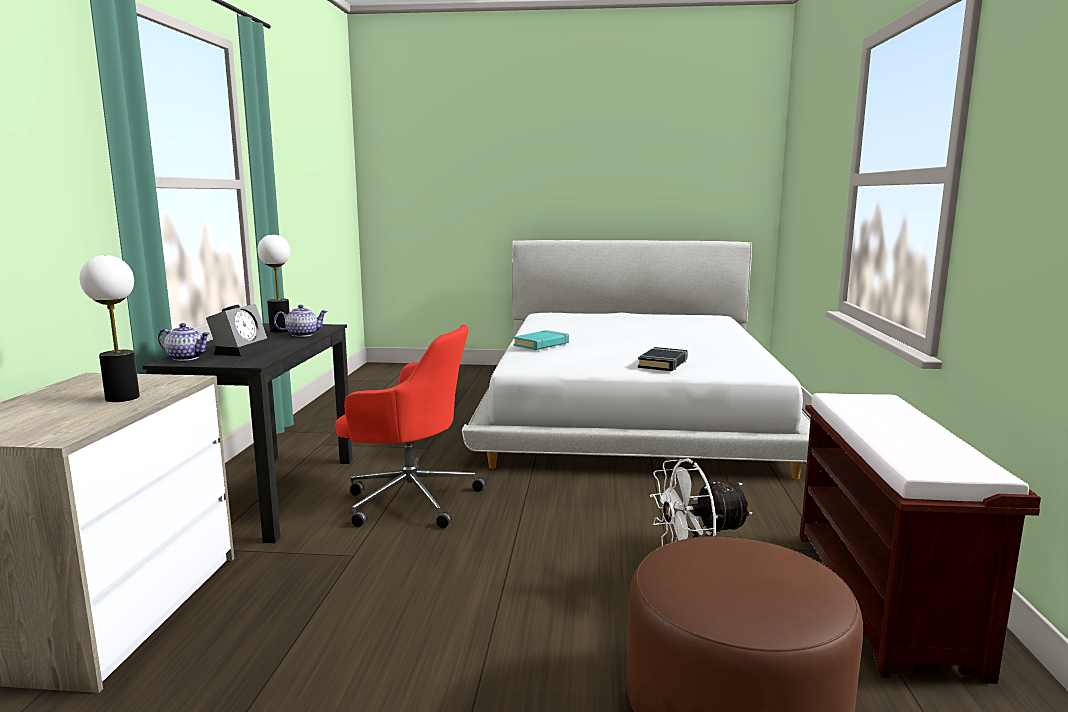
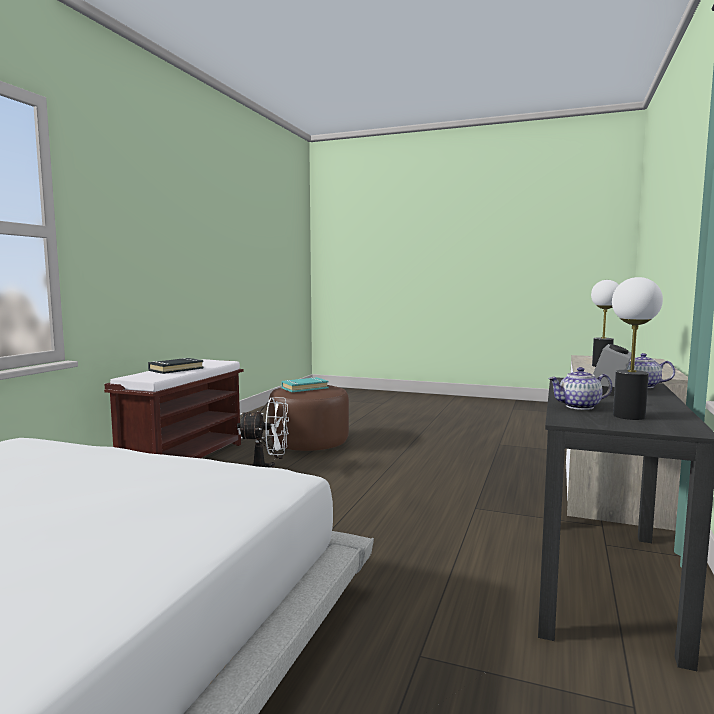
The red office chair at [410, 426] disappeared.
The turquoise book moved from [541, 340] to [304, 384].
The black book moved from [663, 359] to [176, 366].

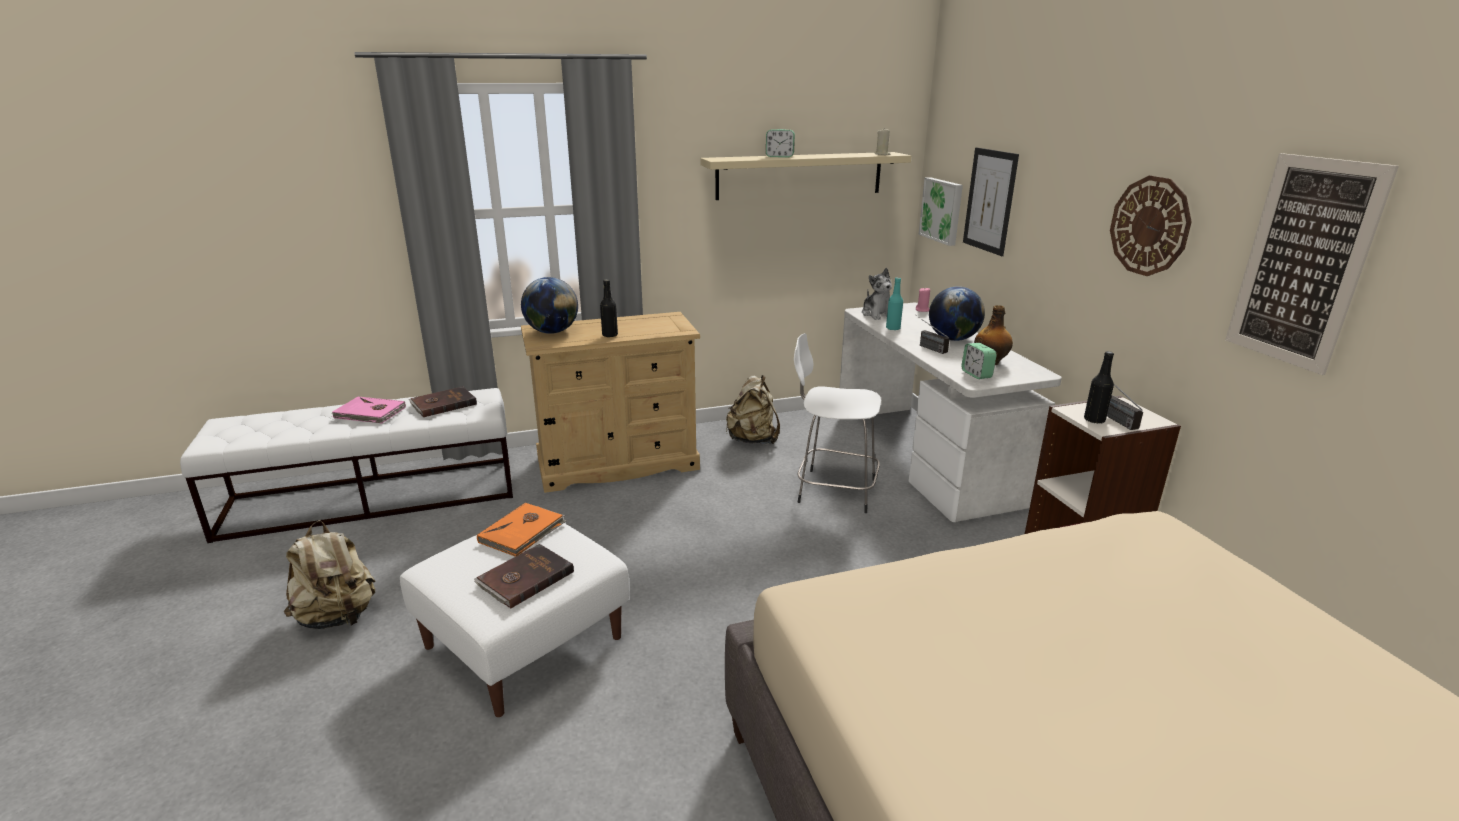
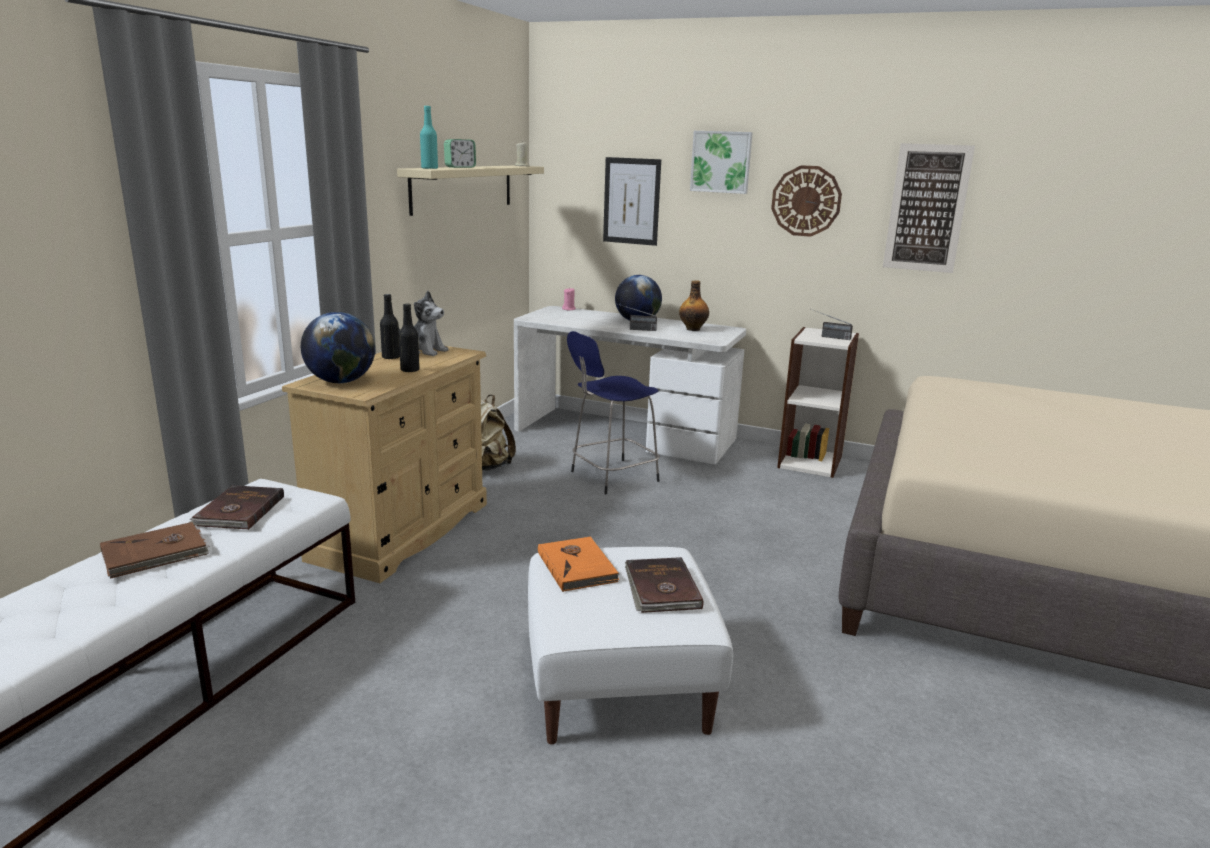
The beige backpack at [329, 574] disappeared.
The alarm clock at [979, 361] disappeared.
The plush toy moved from [877, 294] to [424, 323].
The turquoise bottle moved from [894, 303] to [429, 137].
The picture moved from [941, 211] to [721, 162].
The black bottle moved from [1099, 387] to [390, 326].
The pink book at [369, 410] became the brown book at [154, 550].
The white stool at [837, 423] became the blue stool at [613, 412].

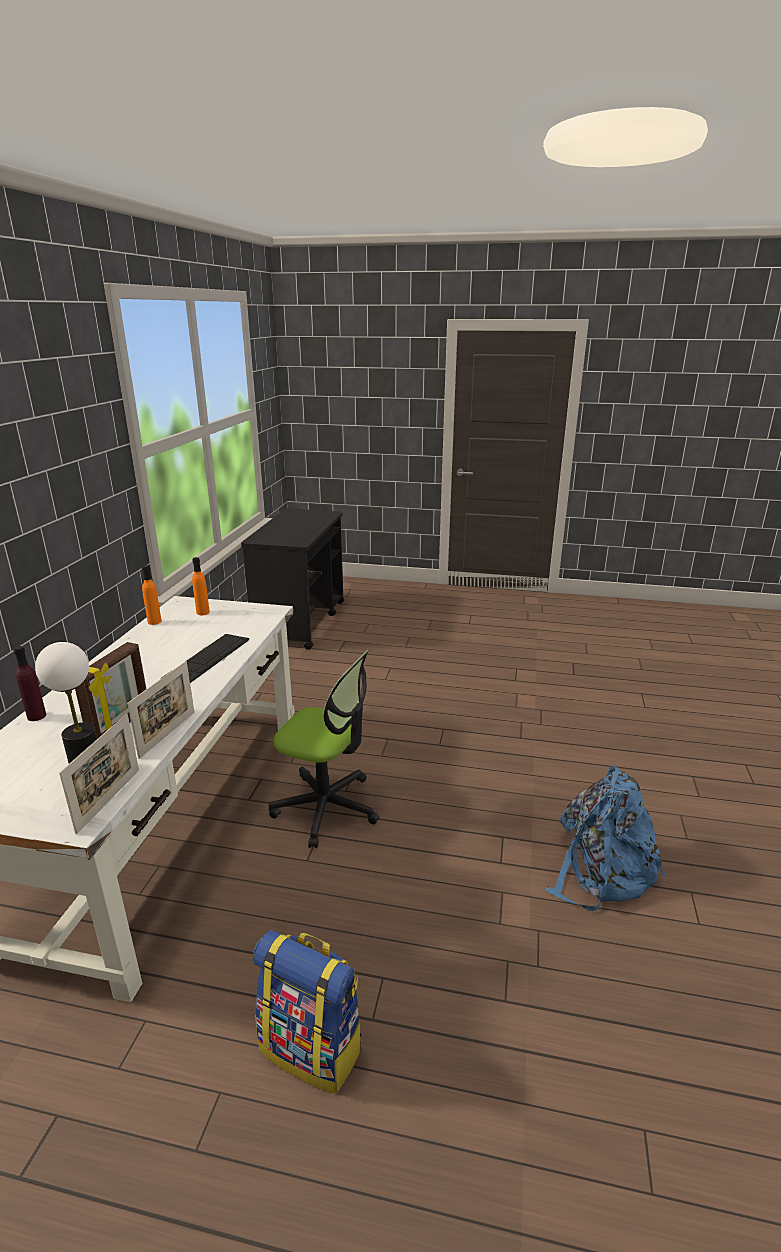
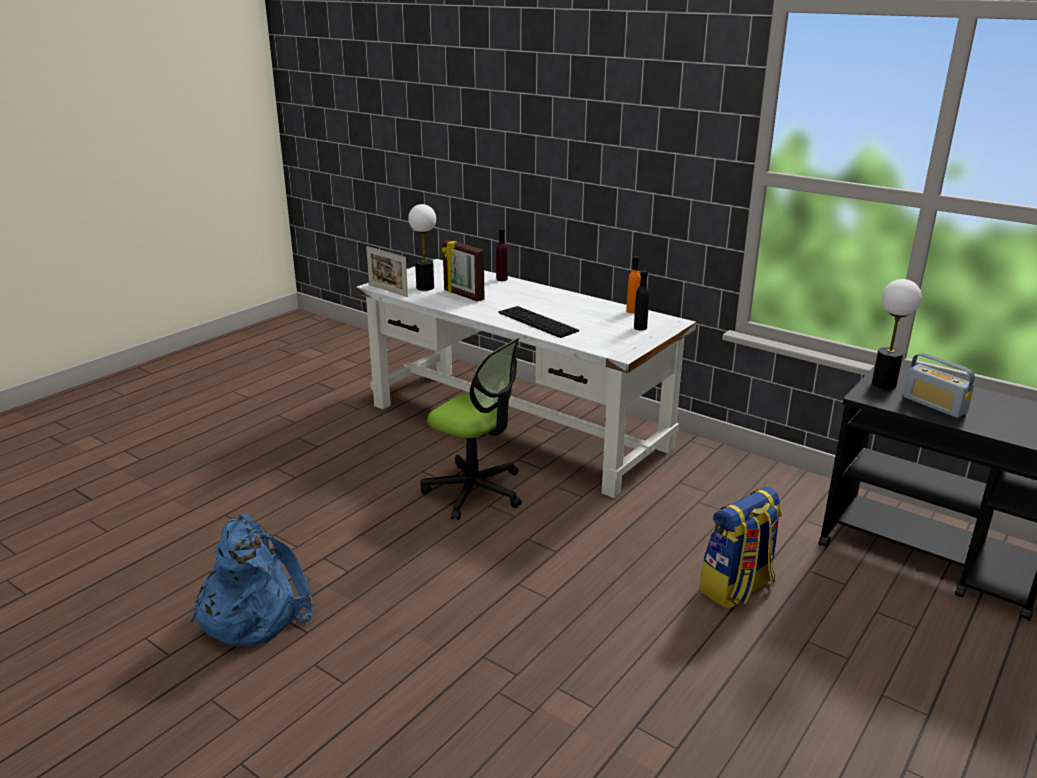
The picture frame at [160, 710] disappeared.
The table lamp at [897, 334] appeared.
The radio at [939, 385] appeared.
The backpack moved from [307, 1012] to [740, 548].
The orange bottle at [201, 586] became the black bottle at [641, 301].
The office chair at [324, 749] turned 105 degrees counterclockwise.

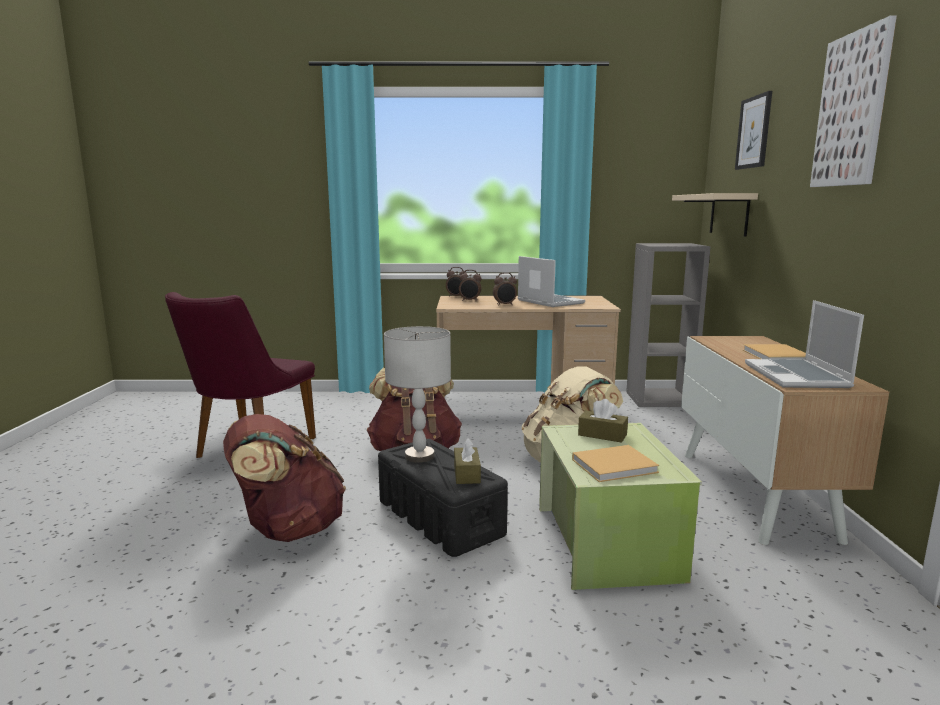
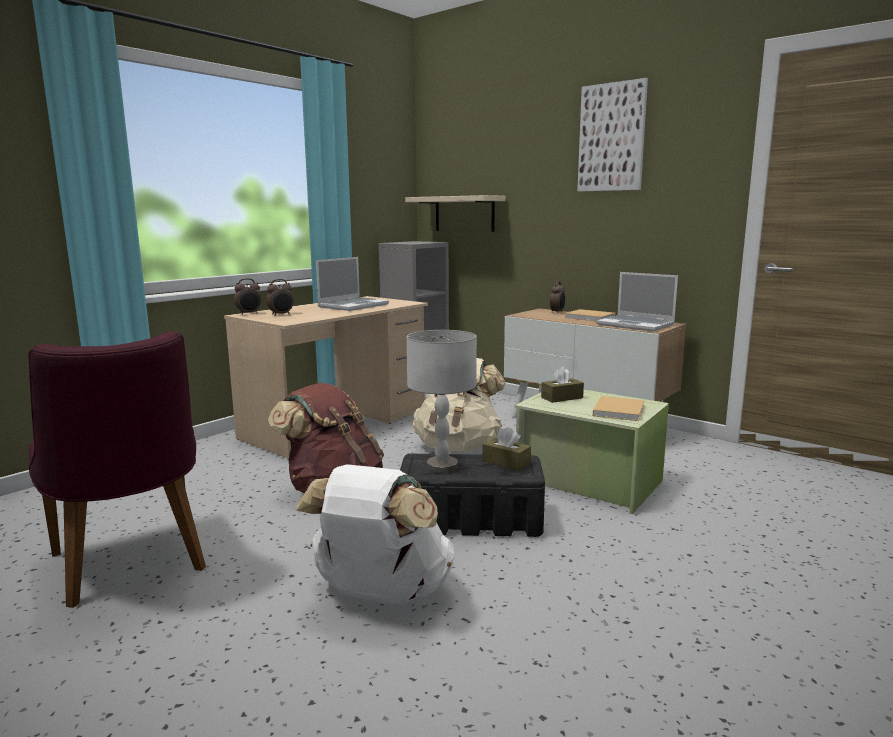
The picture at [753, 130] disappeared.
The alarm clock moved from [505, 289] to [557, 297].
The brown backpack at [284, 478] became the white backpack at [375, 534].
The laptop at [551, 281] turned 120 degrees clockwise.

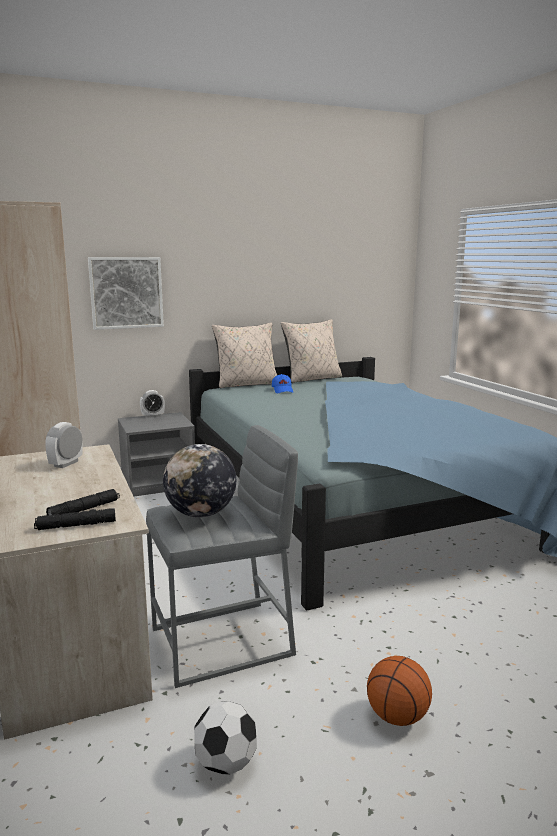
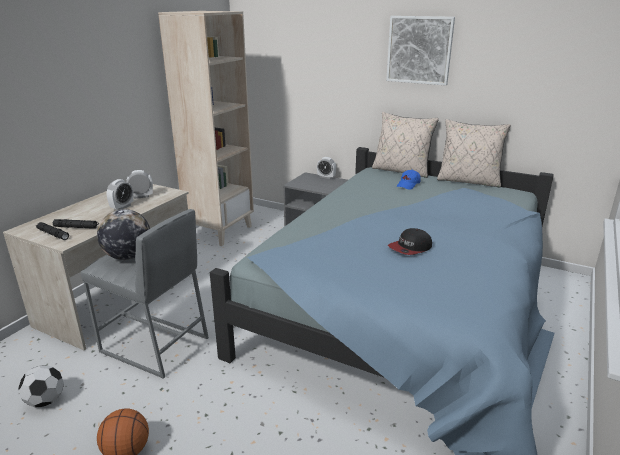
The alarm clock at [120, 194] appeared.
The cap at [410, 241] appeared.
The picture moved from [126, 293] to [420, 51].

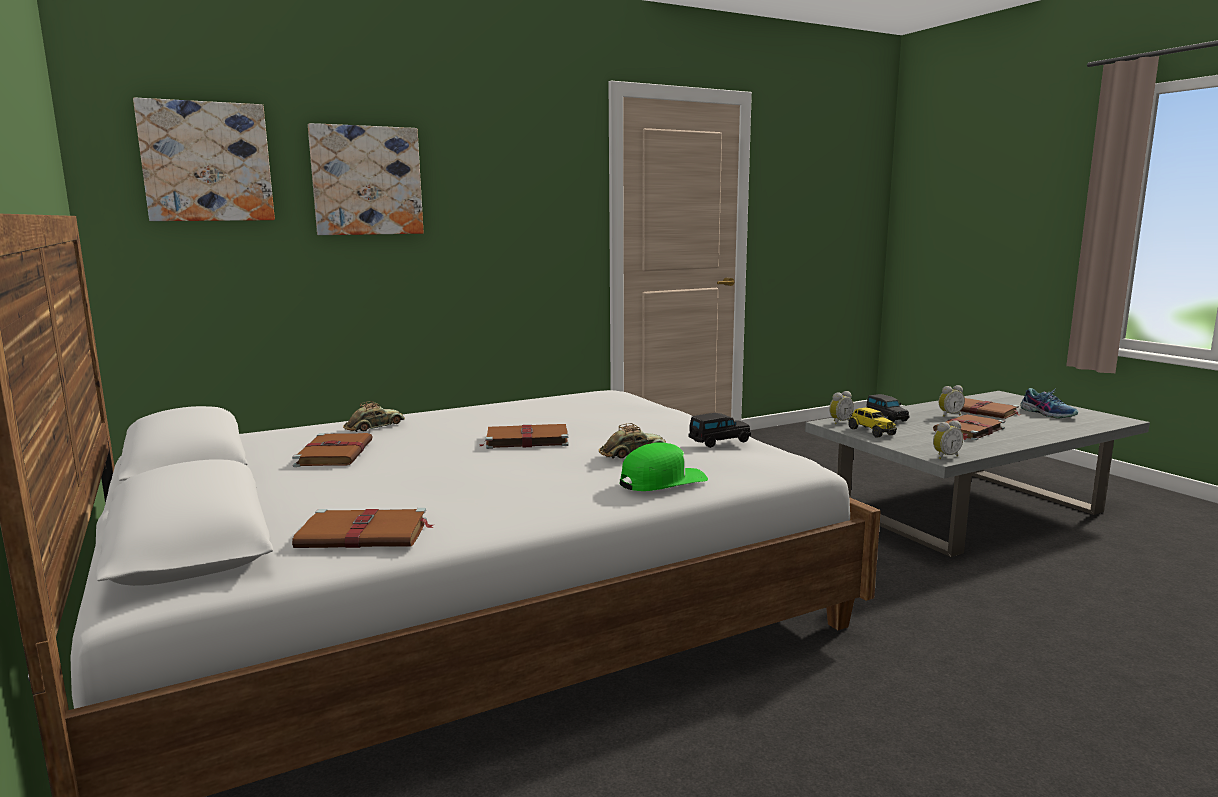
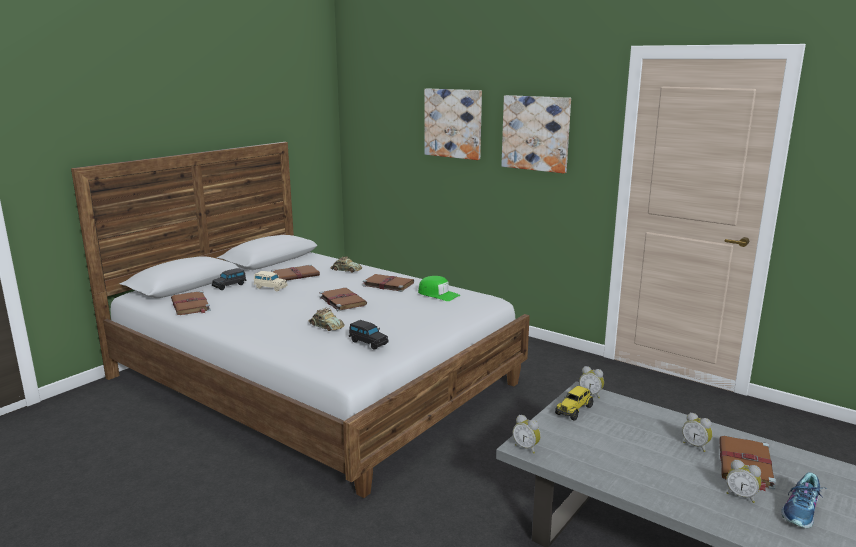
The beige toy car at [271, 281] appeared.
The alarm clock at [743, 481] appeared.
The picture moved from [204, 159] to [536, 134].
The green cap moved from [663, 466] to [439, 288].
The black toy car moved from [888, 408] to [229, 279].
The brown book moved from [969, 427] to [388, 283].

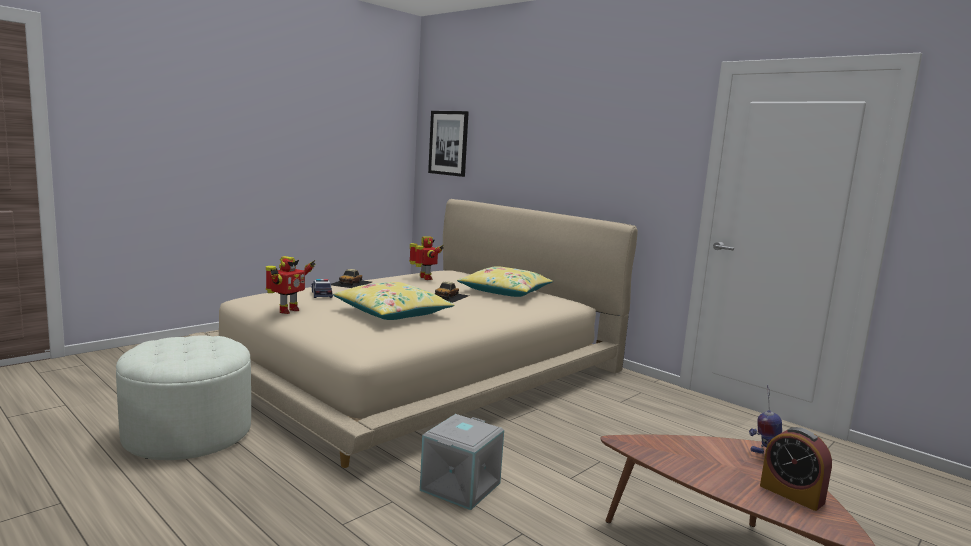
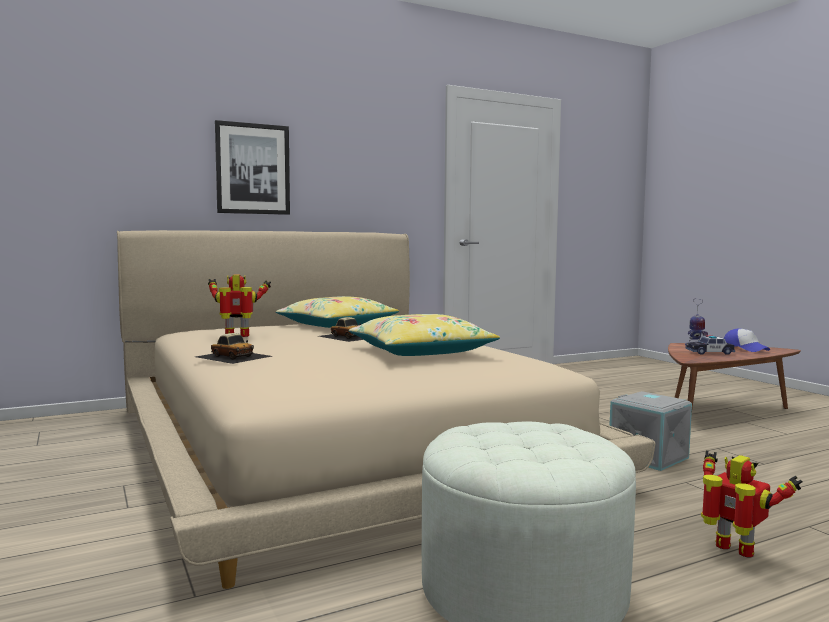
The toy robot moved from [291, 285] to [752, 504].
The toy car moved from [322, 288] to [710, 345].
The picture moved from [448, 144] to [252, 167].
The alarm clock at [796, 469] was replaced by the cap at [747, 340].

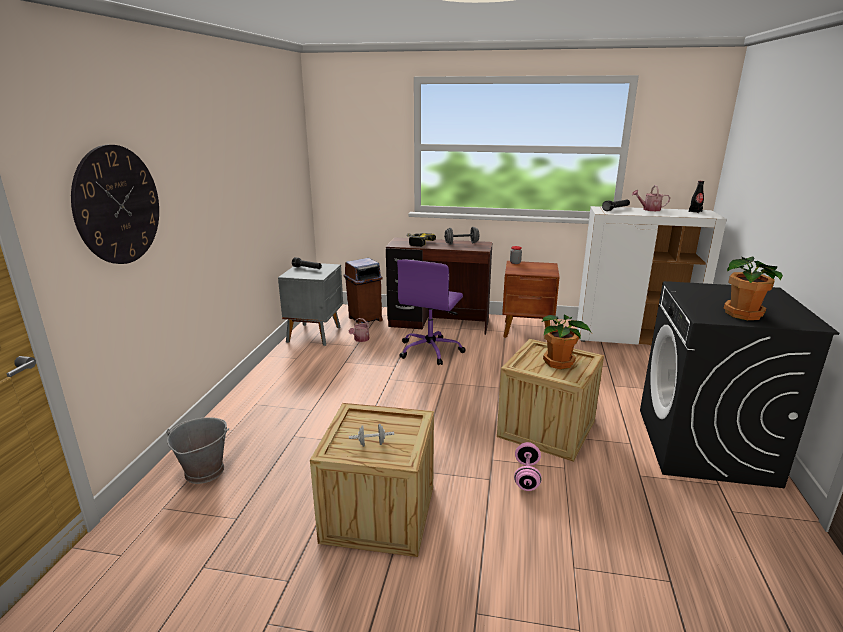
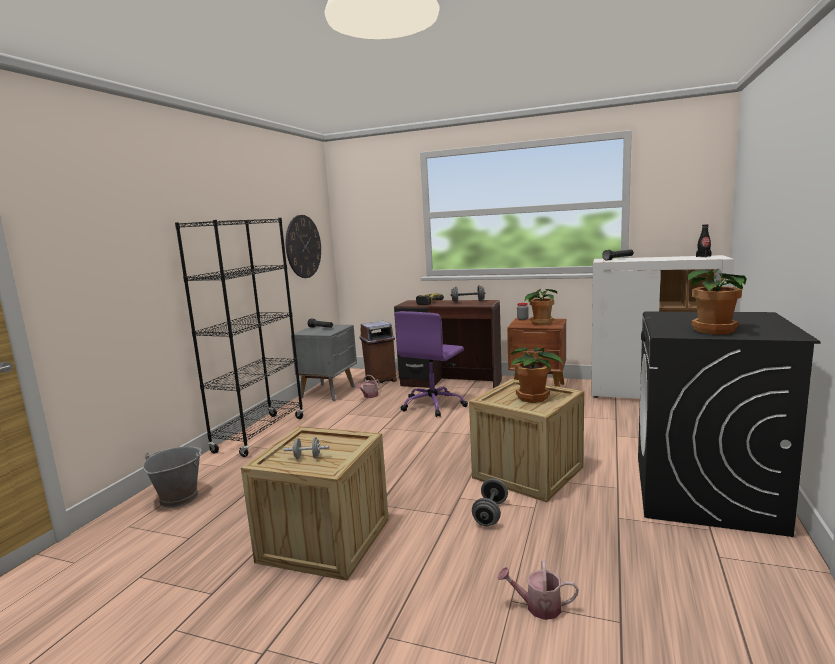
The black bookcase at [239, 337] appeared.
The potted plant at [540, 307] appeared.
The wall clock moved from [115, 204] to [303, 246].
The watering can moved from [651, 198] to [538, 590].
The pink dumbbell at [528, 466] became the grey dumbbell at [490, 502].

